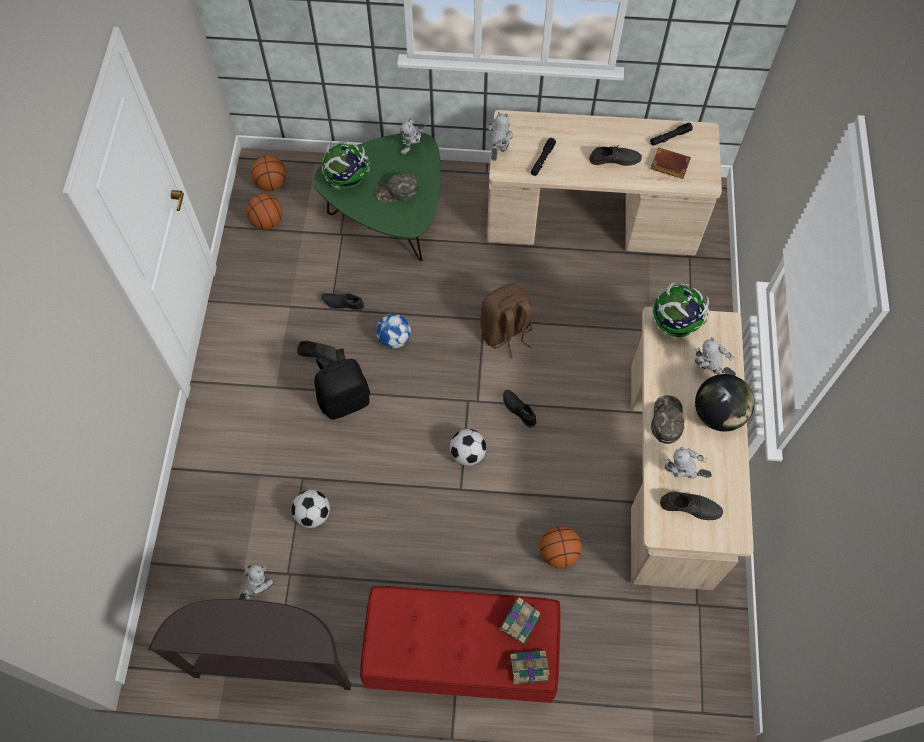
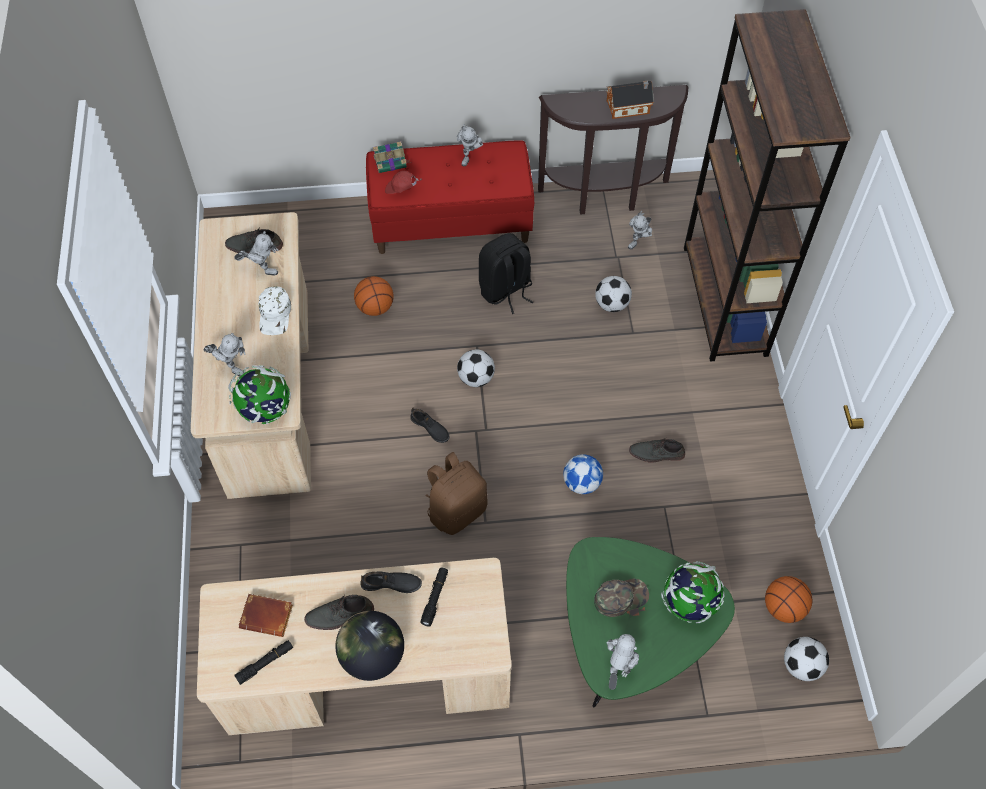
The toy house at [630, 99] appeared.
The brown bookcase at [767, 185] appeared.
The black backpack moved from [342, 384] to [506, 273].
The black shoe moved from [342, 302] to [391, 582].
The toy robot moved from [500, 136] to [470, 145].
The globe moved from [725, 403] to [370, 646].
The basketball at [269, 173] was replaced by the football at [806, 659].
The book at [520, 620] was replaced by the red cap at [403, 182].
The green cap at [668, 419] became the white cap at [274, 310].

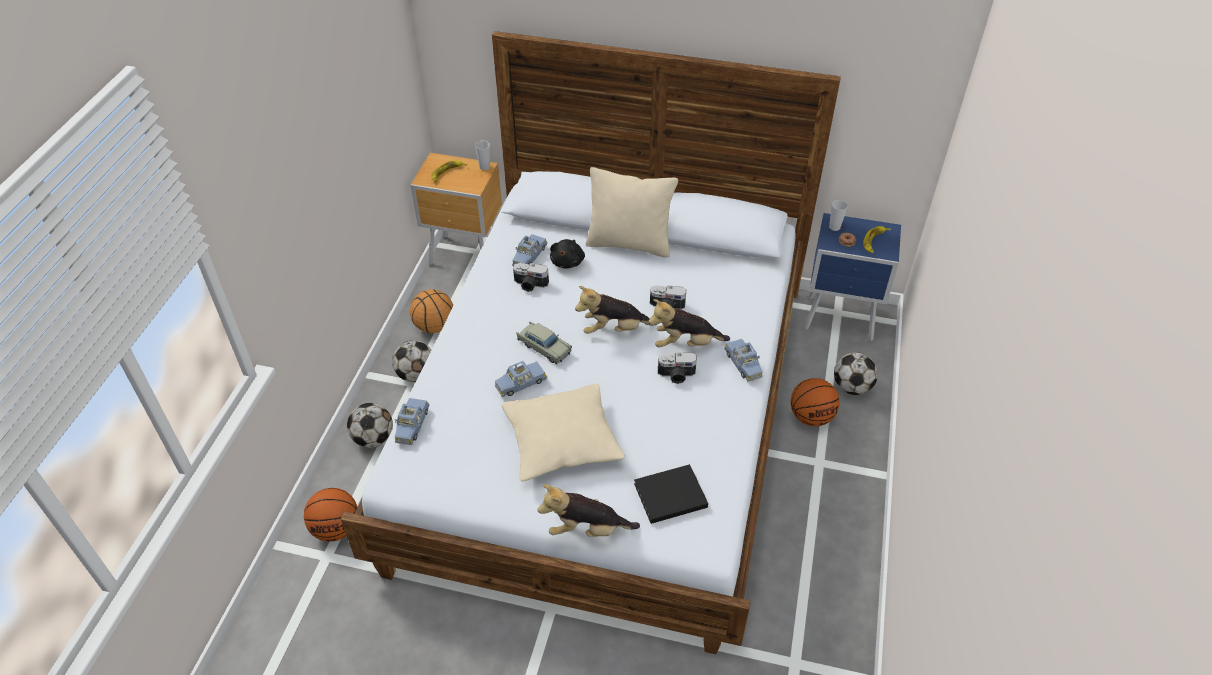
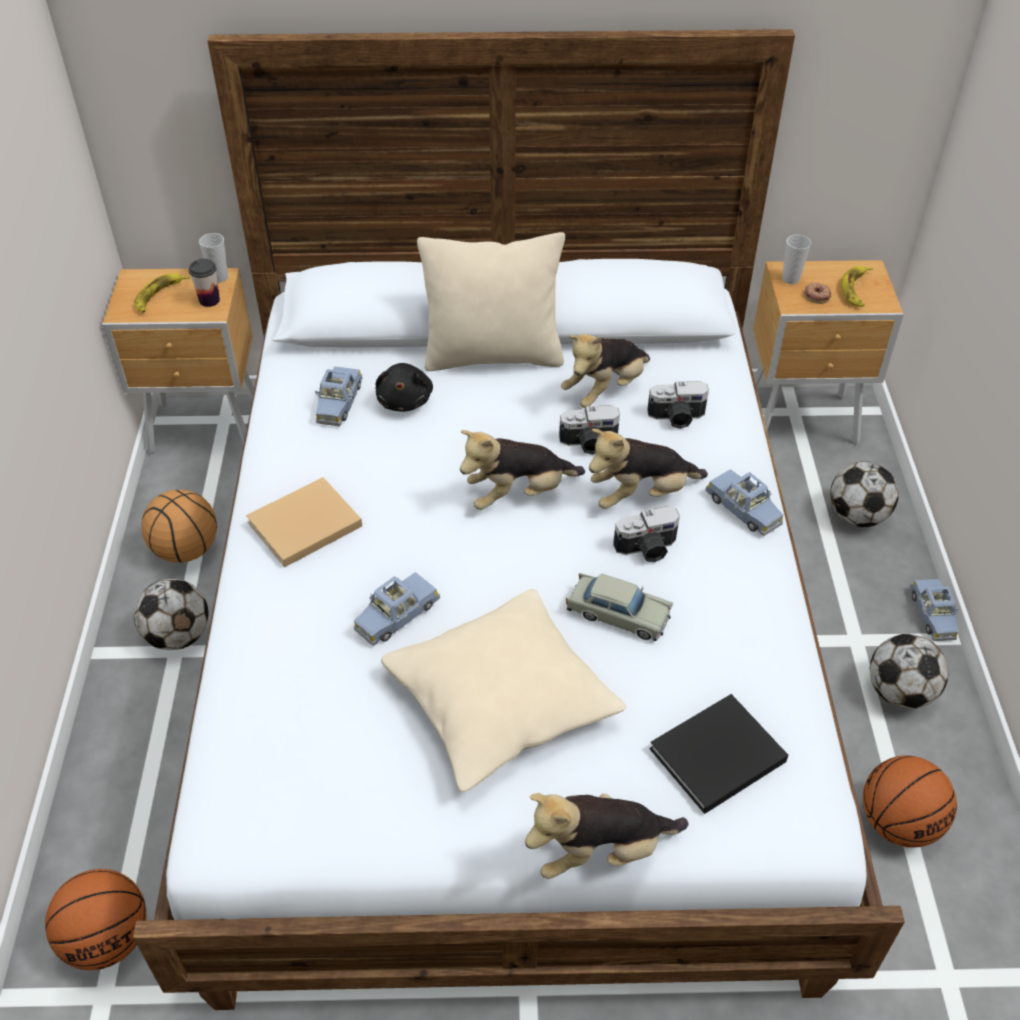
The cup at [204, 283] appeared.
The beige book at [304, 522] appeared.
The plush toy at [605, 371] appeared.
The football moved from [370, 425] to [909, 671].
The blue toy car moved from [412, 421] to [934, 610].
The photo camera moved from [531, 277] to [678, 405].
The beige toy car moved from [544, 342] to [619, 607].
The basketball moved from [815, 402] to [910, 801].
The blue nightstand at [852, 277] became the brown nightstand at [828, 352].

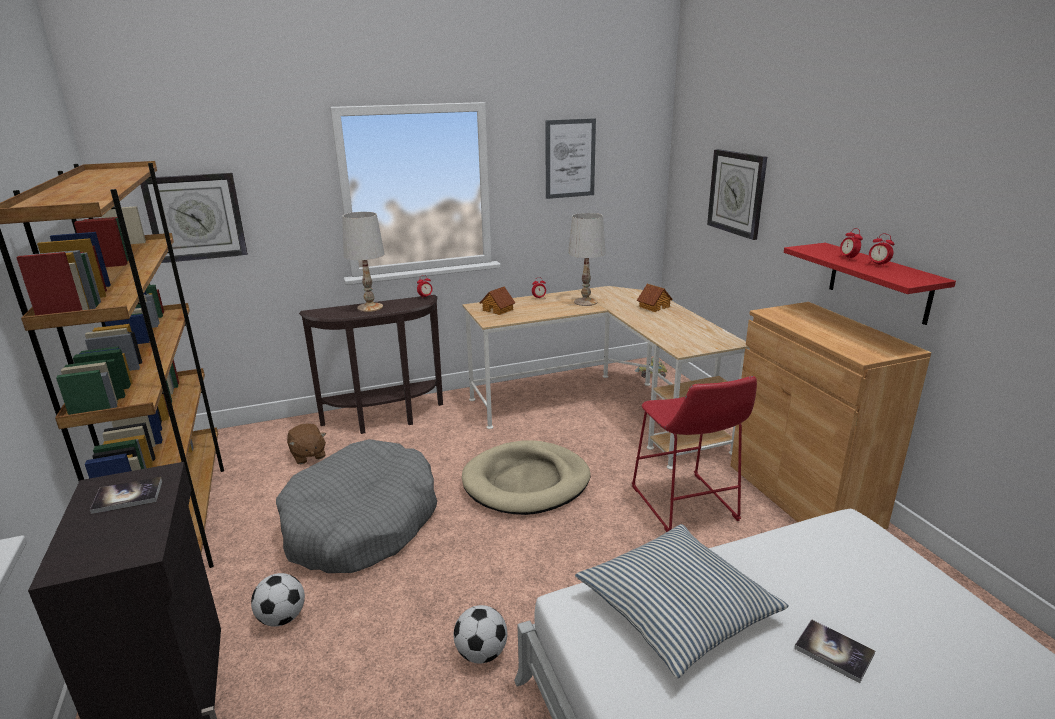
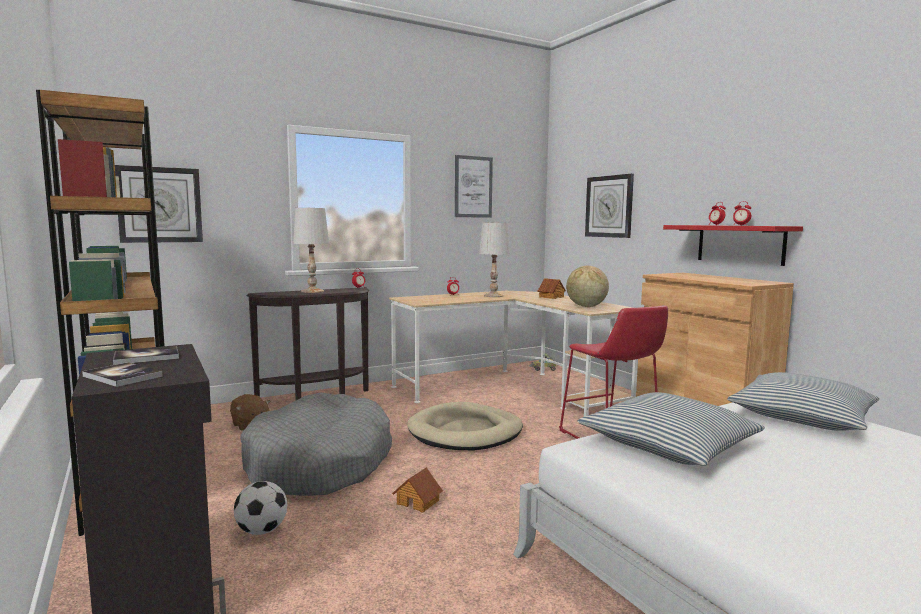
The football at [480, 634] disappeared.
The globe at [587, 286] appeared.
The pillow at [803, 401] appeared.
The toy house moved from [497, 300] to [417, 490].
The book moved from [834, 651] to [122, 374].

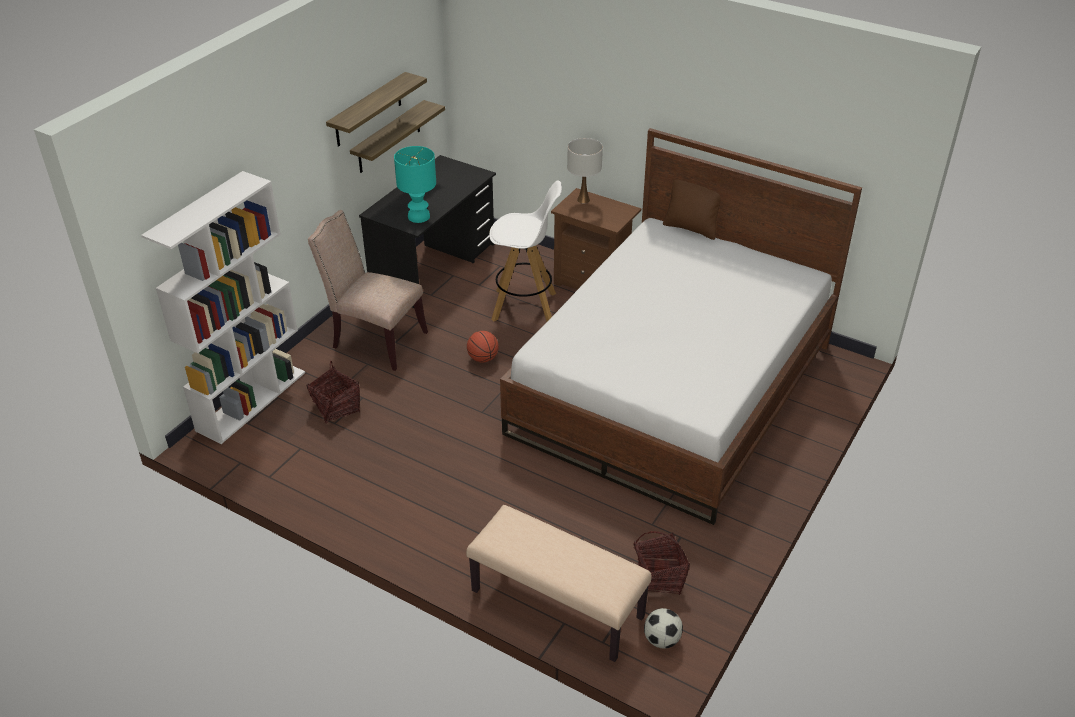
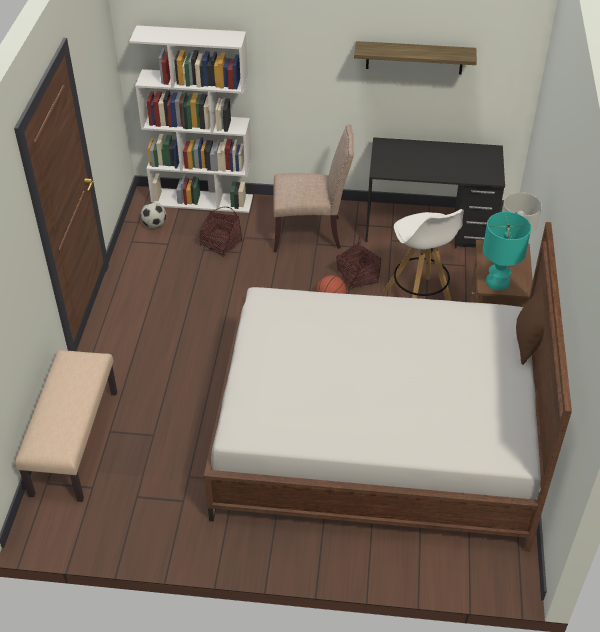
The shelf at [397, 136] disappeared.
The turquoise table lamp moved from [415, 184] to [507, 251].
The basket moved from [661, 563] to [359, 263].
The football moved from [663, 628] to [153, 215].
The beige chair at [368, 290] turned 90 degrees clockwise.

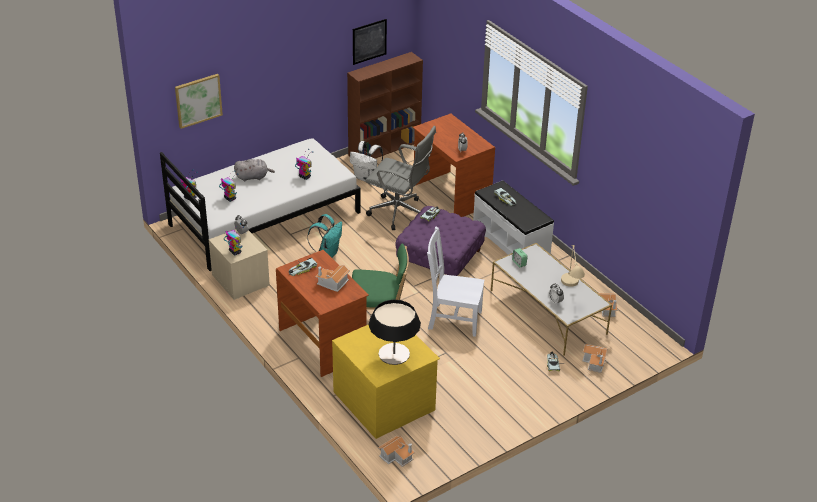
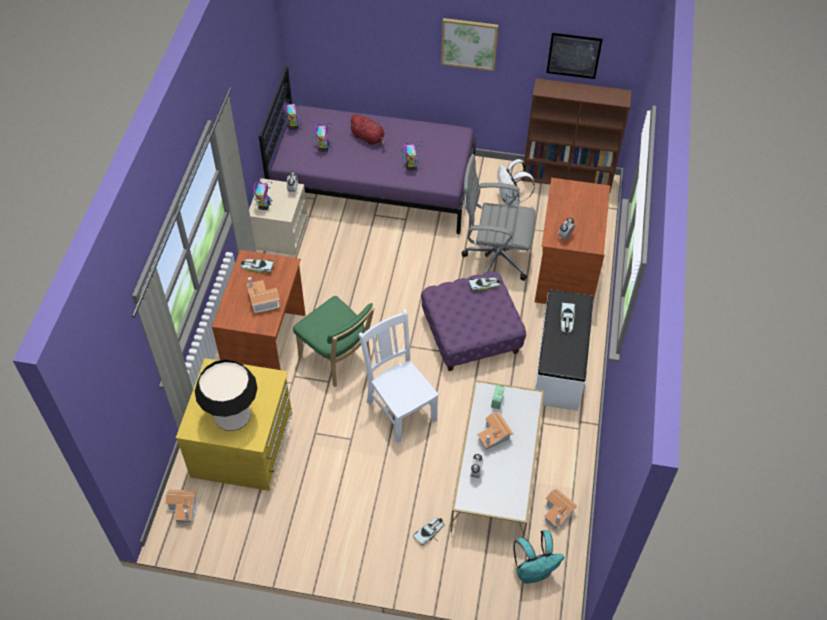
The beige table lamp at [573, 266] disappeared.
The picture moved from [199, 101] to [469, 44].
The turquoise backpack moved from [324, 236] to [539, 556].
The toy house moved from [595, 358] to [495, 432].
The white bed at [260, 204] became the purple bed at [367, 150].
The grey plush toy at [254, 170] became the red plush toy at [366, 130].
The grey office chair at [400, 178] turned 120 degrees clockwise.

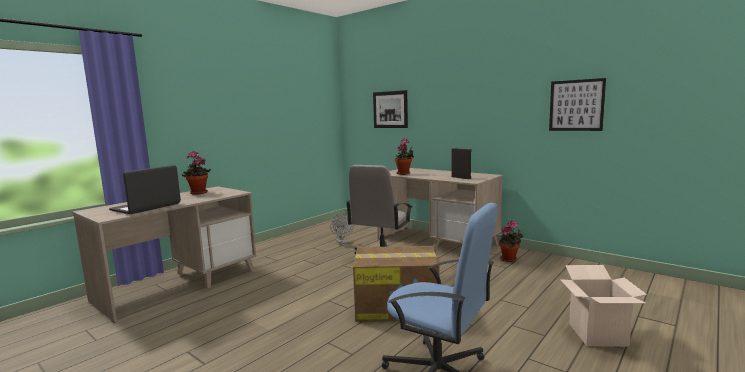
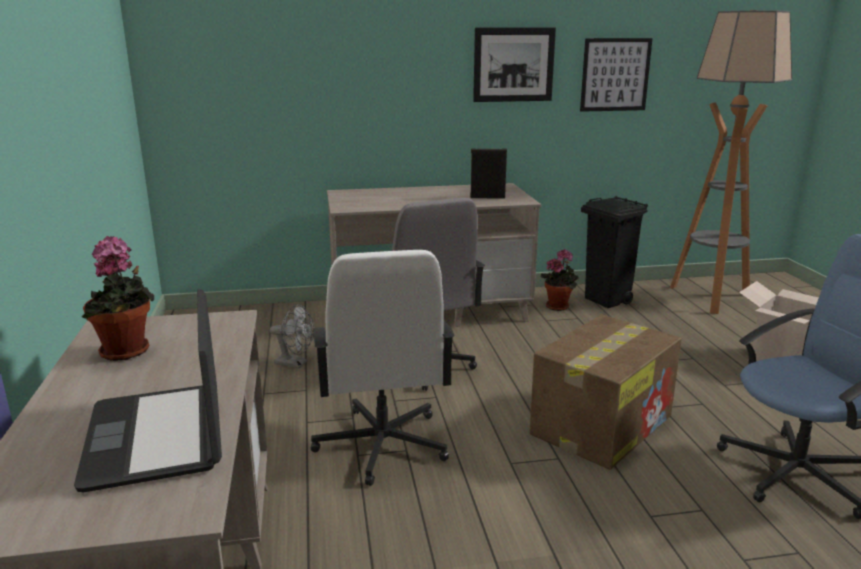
The potted plant at [404, 156] disappeared.
The white office chair at [382, 368] appeared.
The black trash can at [614, 252] appeared.
The floor lamp at [731, 162] appeared.
The picture moved from [390, 109] to [514, 65].

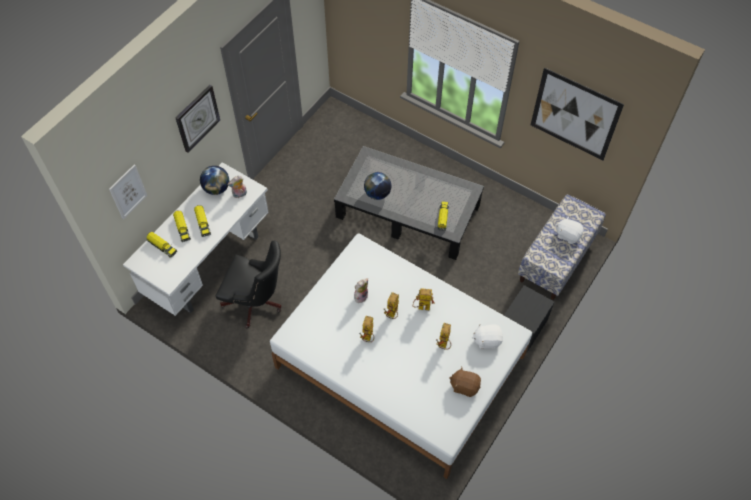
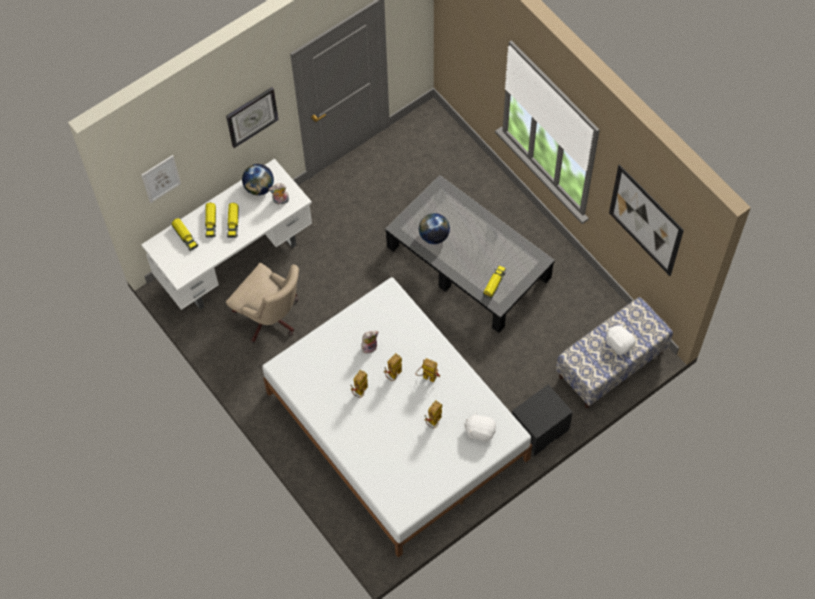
The brown plush toy at [465, 381] disappeared.
The black office chair at [248, 284] became the beige office chair at [262, 303].

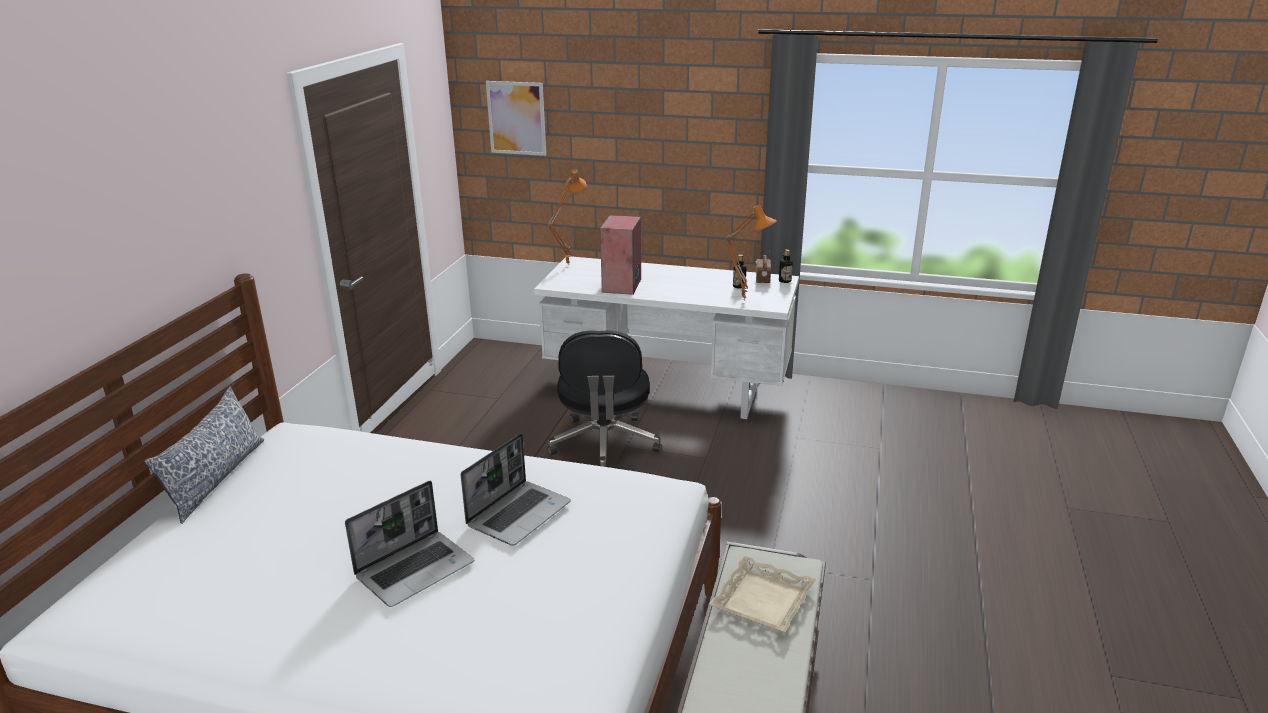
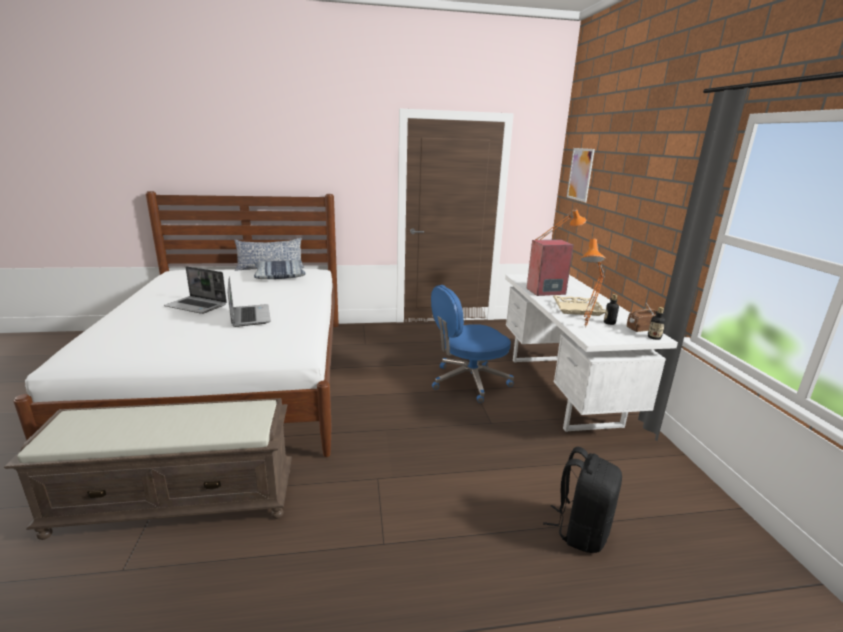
The pillow at [280, 269] appeared.
The black backpack at [582, 500] appeared.
The beige tray moved from [762, 593] to [579, 305].
The black office chair at [605, 398] became the blue office chair at [472, 344].
The laptop at [515, 489] turned 120 degrees counterclockwise.

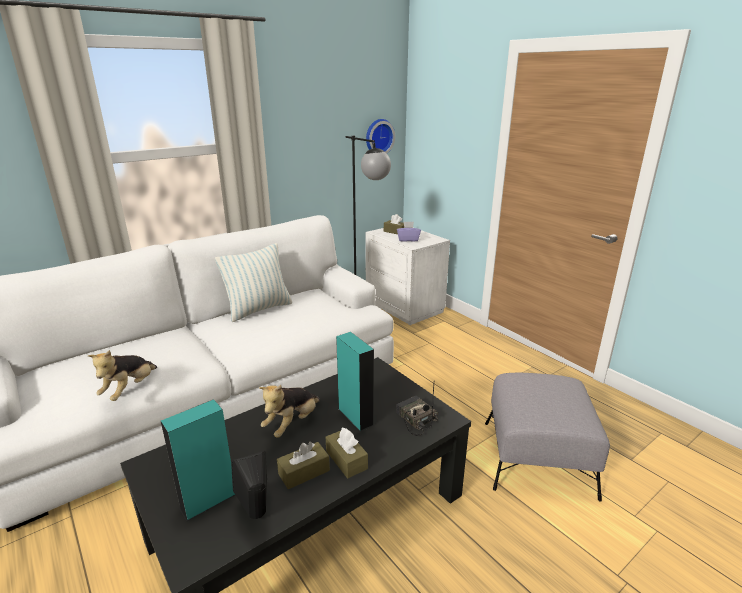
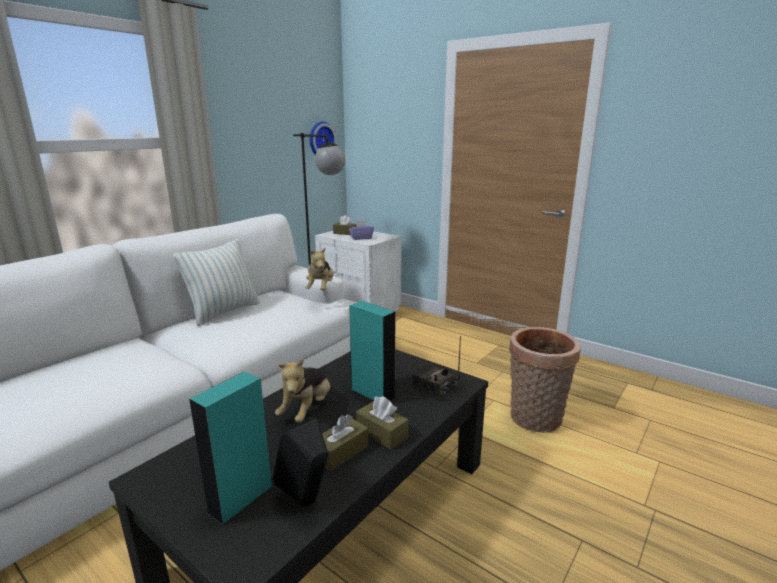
The plush toy moved from [122, 375] to [319, 268].
The grey ottoman at [547, 437] was replaced by the basket at [545, 380].

